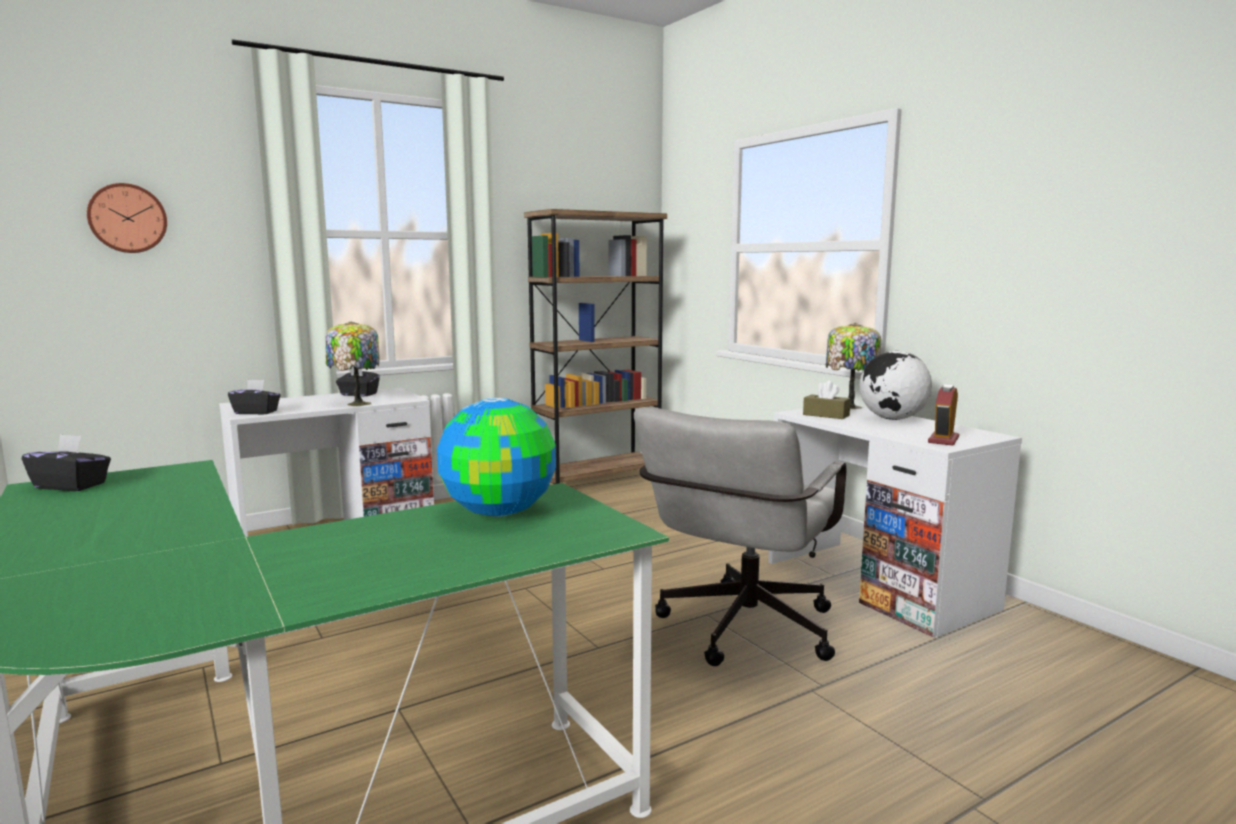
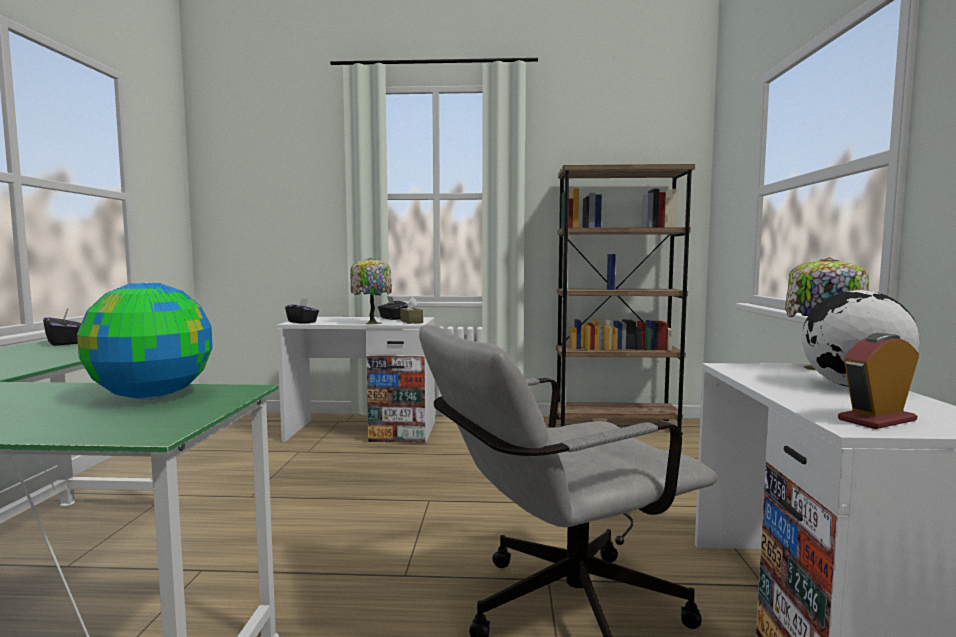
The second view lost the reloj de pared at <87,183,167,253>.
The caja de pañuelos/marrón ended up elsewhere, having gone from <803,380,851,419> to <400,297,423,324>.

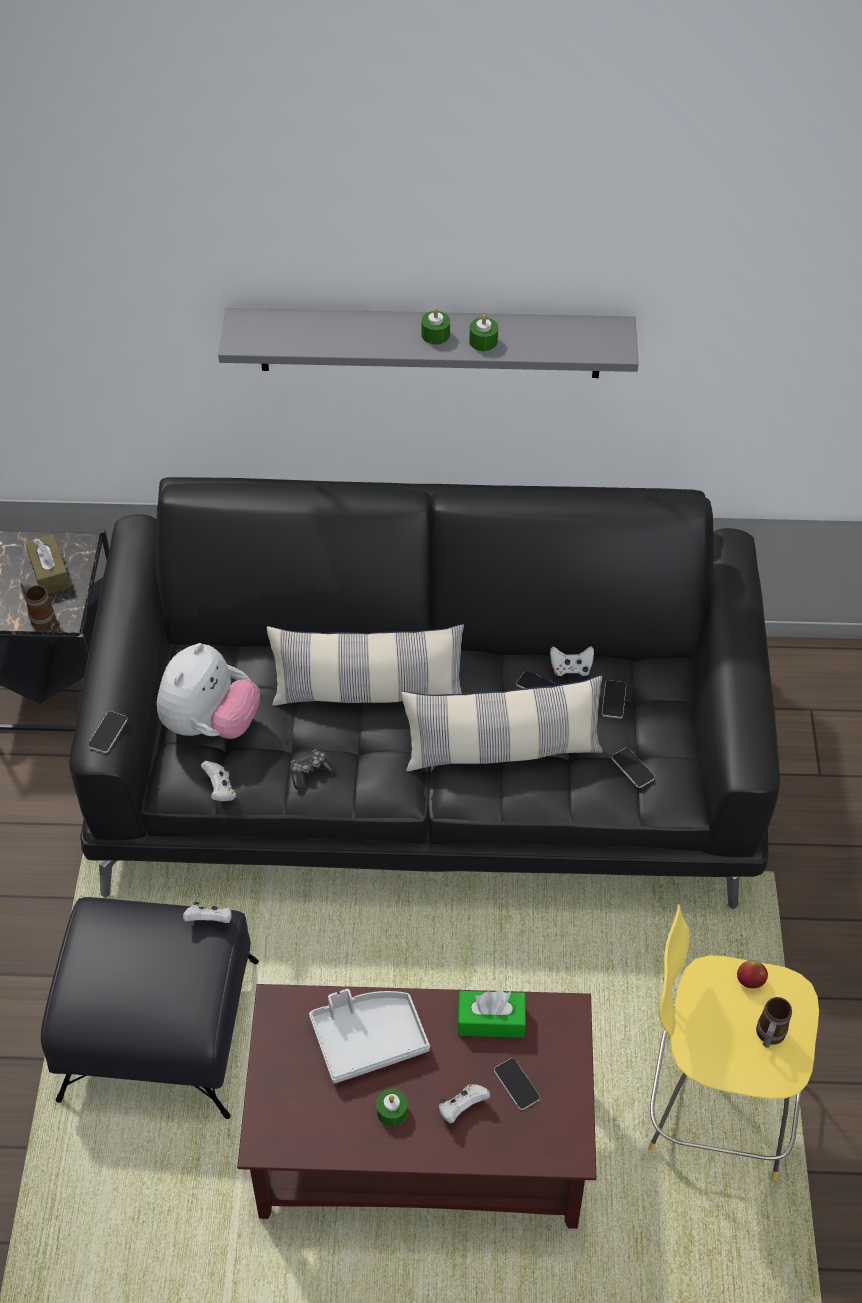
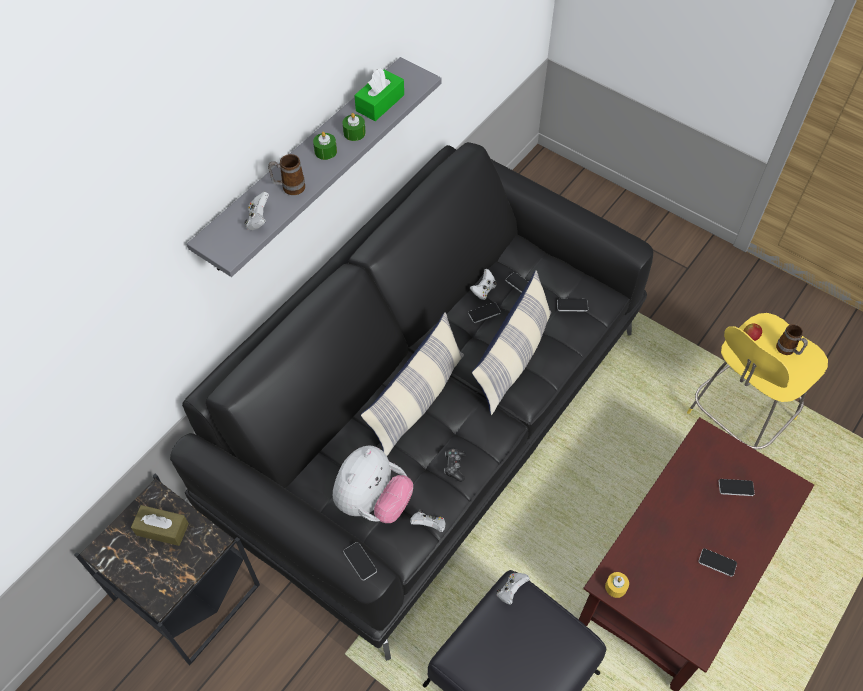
The second view lost the bandeja/gris at <309,989,430,1084>.
The second view gained the vela/amarillo at <605,572,629,598>.
The taza grande ended up elsewhere, having gone from <20,581,55,629> to <268,154,305,195>.
The mando de consola/blanco ended up elsewhere, having gone from <439,1084,490,1123> to <244,192,269,230>.
The caja de pañuelos/verde ended up elsewhere, having gone from <457,990,526,1038> to <354,68,404,121>.
Where the vela/verde stood at <376,1089,408,1127>, the móvil came to stand at <698,548,737,577>.
The peluche at <157,643,260,739> ended up facing another way, 60 degrees clockwise from before.

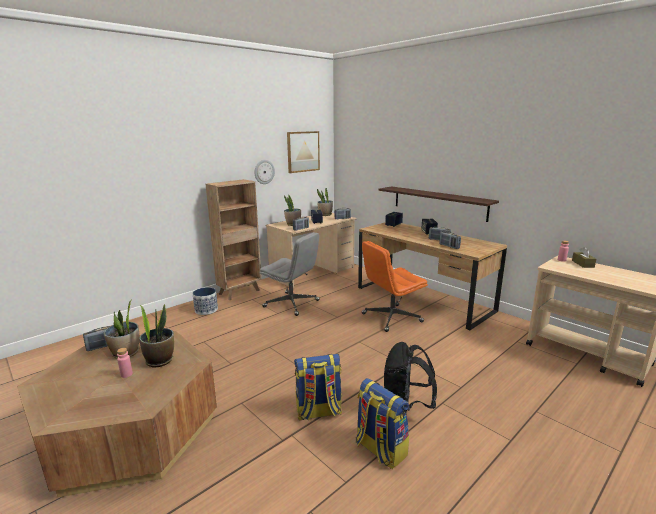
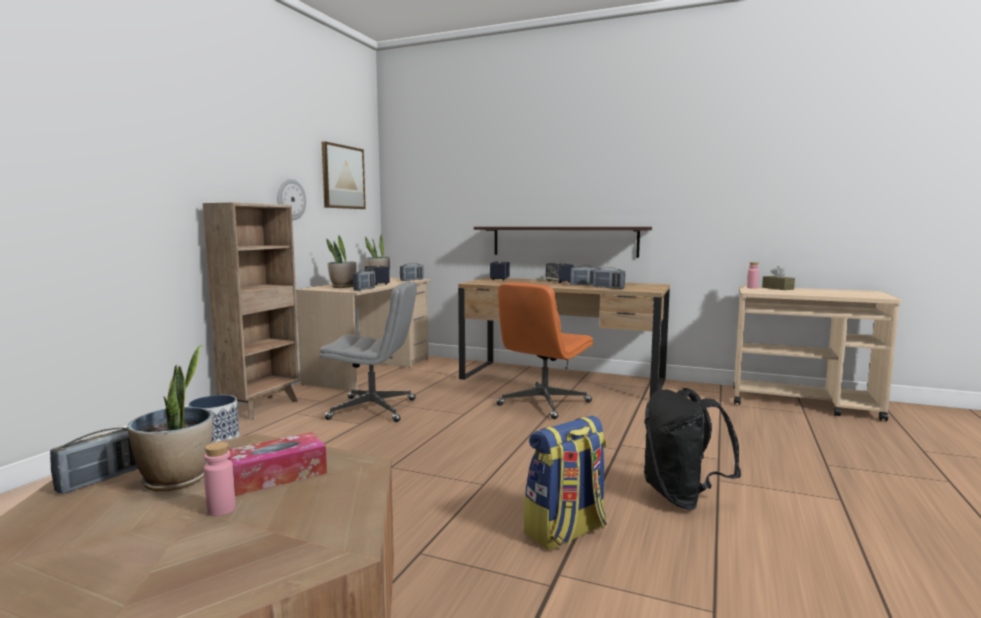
The second view lost the mochila at <356,378,409,469>.
Where the planta en maceta stood at <139,304,174,368>, the caja de pañuelos came to stand at <228,432,327,496>.

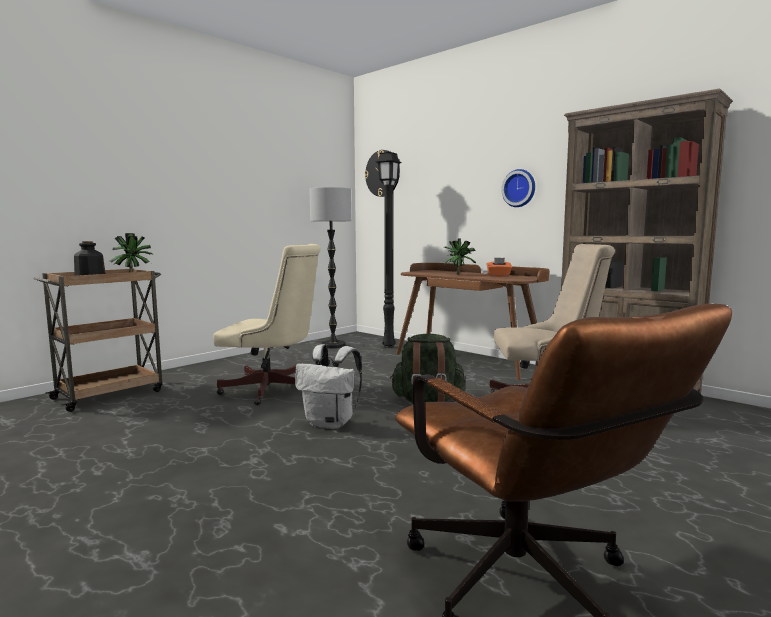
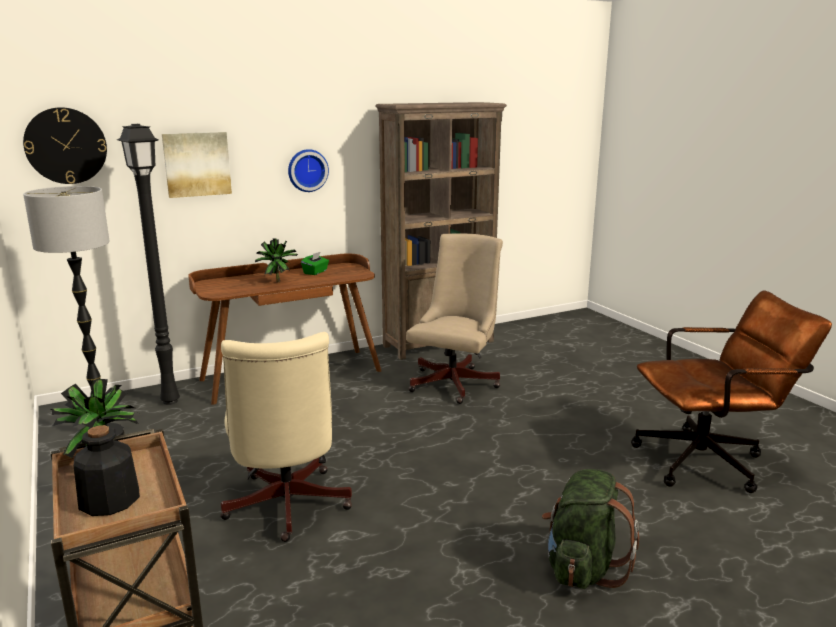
The second view lost the mochila/blanco at <295,344,362,429>.
The second view gained the cuadro at <162,132,232,198>.
The mochila/verde ended up elsewhere, having gone from <390,334,465,403> to <542,469,639,589>.
What was the caja de pañuelos/naranja at <487,258,512,277> turned into the caja de pañuelos/verde at <301,252,329,275>.
The silla de oficina/beis at <213,244,321,405> ended up facing another way, 135 degrees clockwise from before.

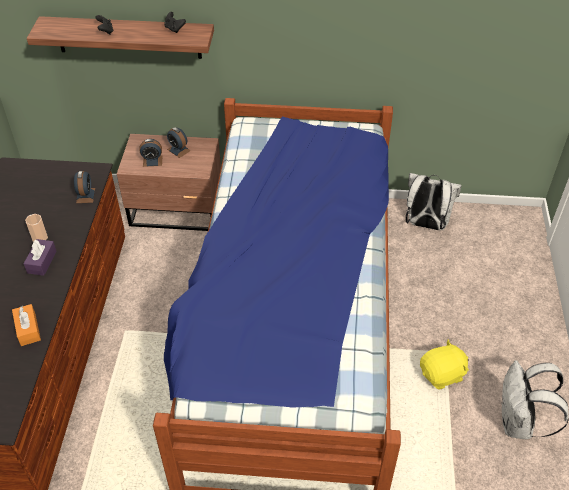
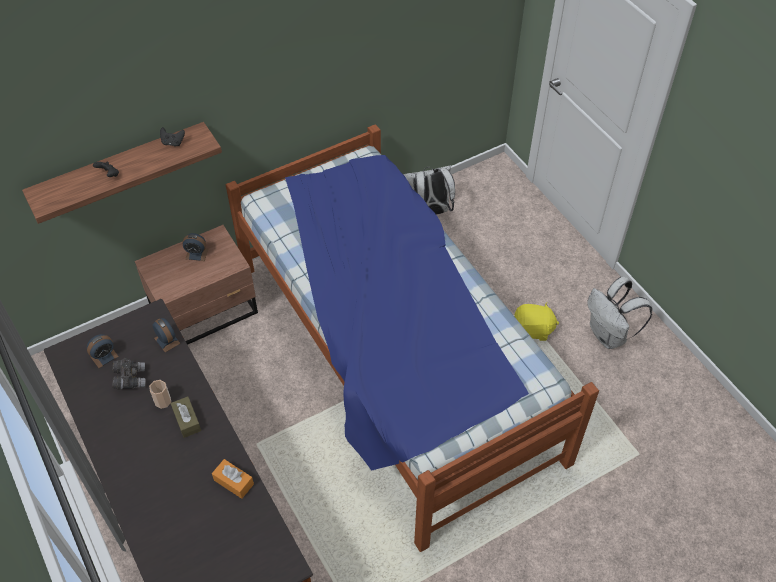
The second view gained the prismáticos/gris at <112,358,145,389>.
The despertador ended up elsewhere, having gone from <139,139,162,167> to <87,334,119,368>.
What was the caja de pañuelos/morado at <24,239,56,276> turned into the caja de pañuelos/marrón at <171,396,201,438>.
The peluche/amarillo at <420,340,469,390> ended up facing another way, 60 degrees clockwise from before.

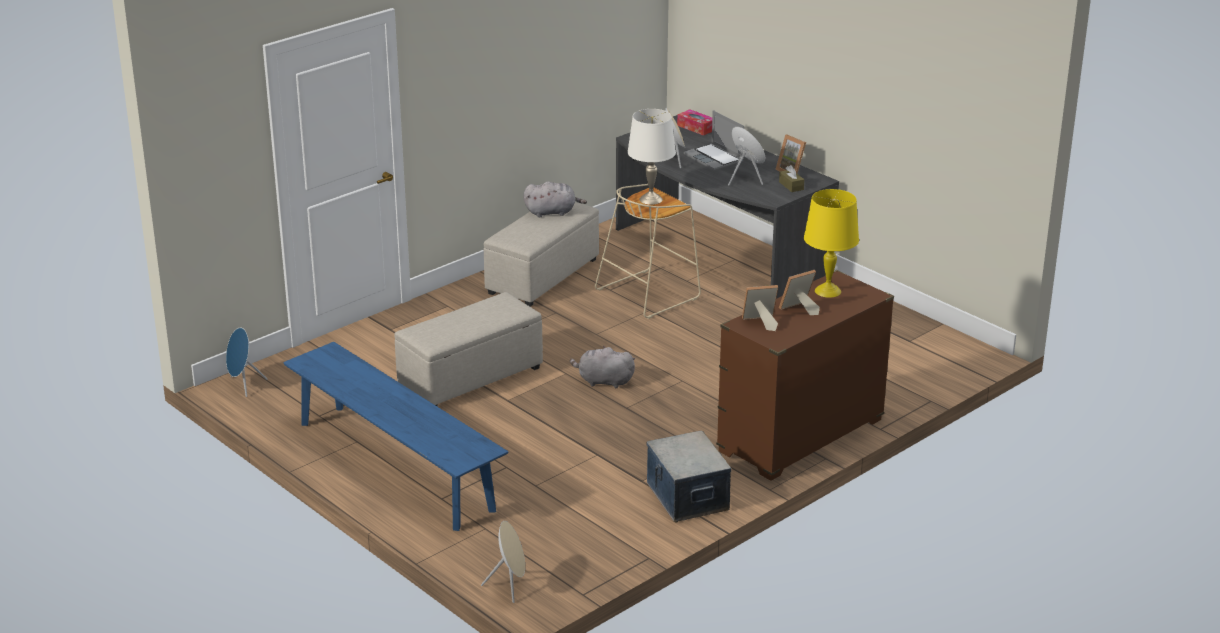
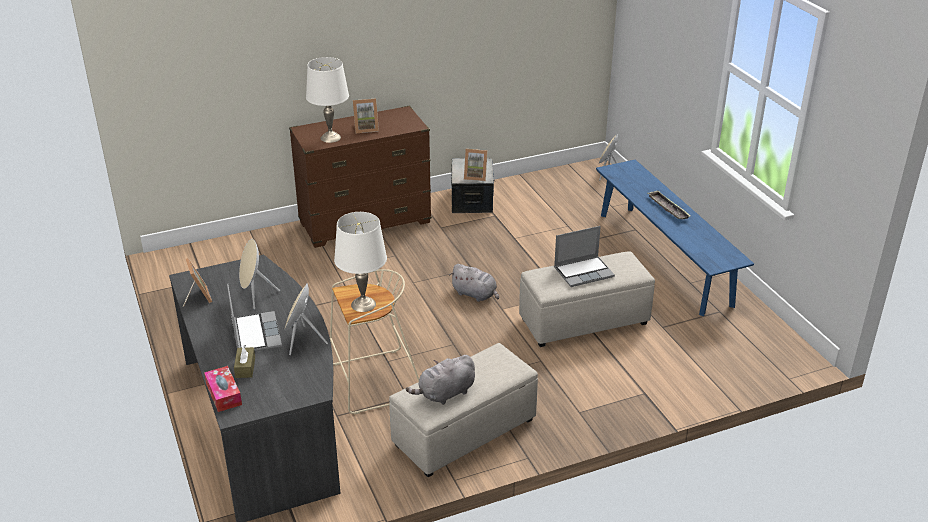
The second view lost the altavoz/azul at <226,328,267,397>.
The second view gained the portátil at <554,226,615,287>.
The second view gained the bandeja at <647,191,690,219>.
The portarretratos ended up elsewhere, having gone from <742,285,778,331> to <464,149,488,181>.
The caja de pañuelos/marrón ended up elsewhere, having gone from <779,165,804,192> to <234,345,255,378>.
What was the lámpara de mesa/amarillo at <804,189,859,298> turned into the lámpara de mesa/blanco at <306,57,349,143>.
The peluche/gris at <523,182,587,217> ended up facing another way, 45 degrees counterclockwise from before.

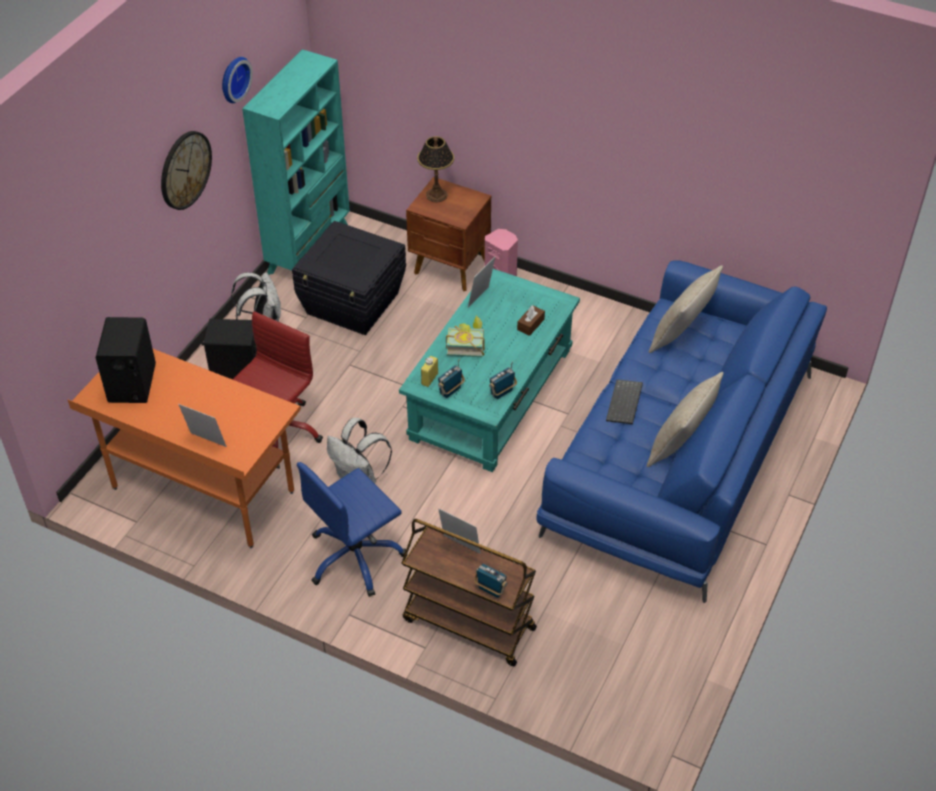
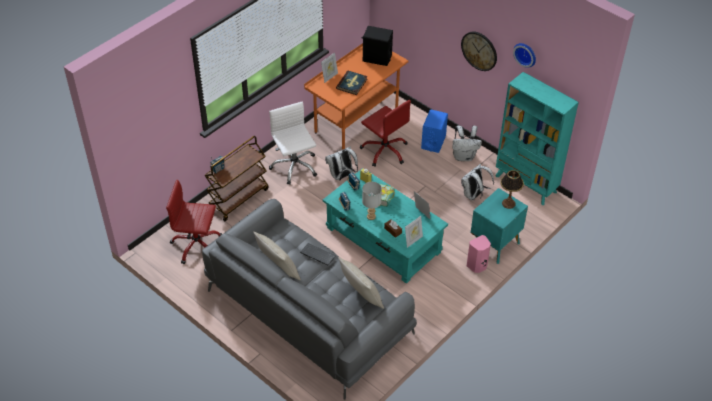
The second view gained the silla de oficina/rojo at <166,180,222,264>.
The second view gained the libro at <336,70,367,95>.
The second view gained the lámpara de mesa/gris at <362,182,382,220>.
The portarretratos ended up elsewhere, having gone from <438,508,481,554> to <405,216,423,248>.
Where the caja de almacenaje/negro stood at <292,221,406,335>, the mochila/blanco came to stand at <461,164,494,200>.
What was the altavoz/negro at <201,319,257,379> turned into the altavoz/azul at <421,109,448,153>.
What was the silla de oficina/azul at <297,462,406,597> turned into the silla de oficina/blanco at <269,101,317,185>.
What was the mesita de noche/marrón at <406,177,491,291> turned into the mesita de noche/turquesa at <470,188,528,264>.
What was the sofá/azul at <537,260,827,603> turned into the sofá/gris at <202,199,417,400>.

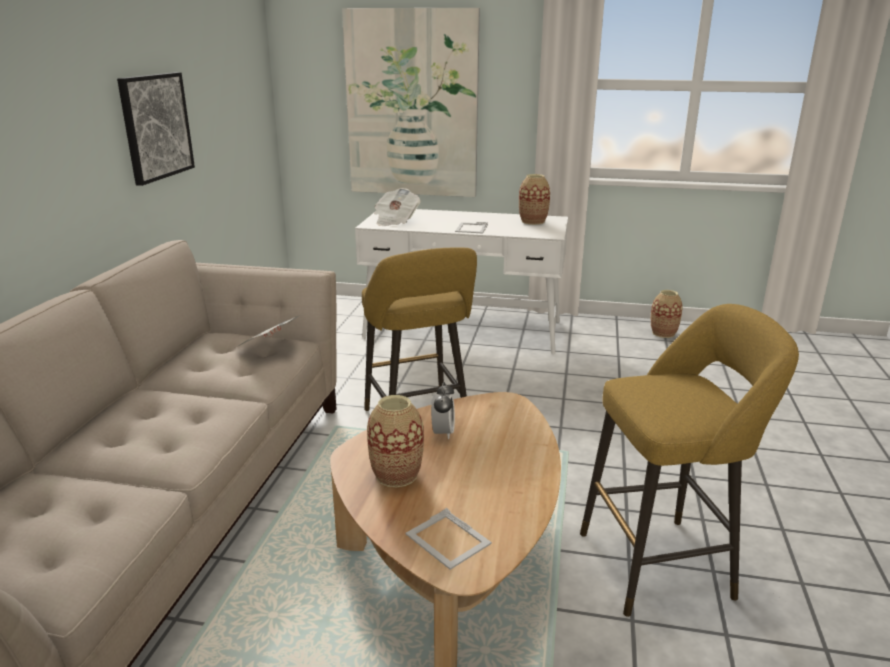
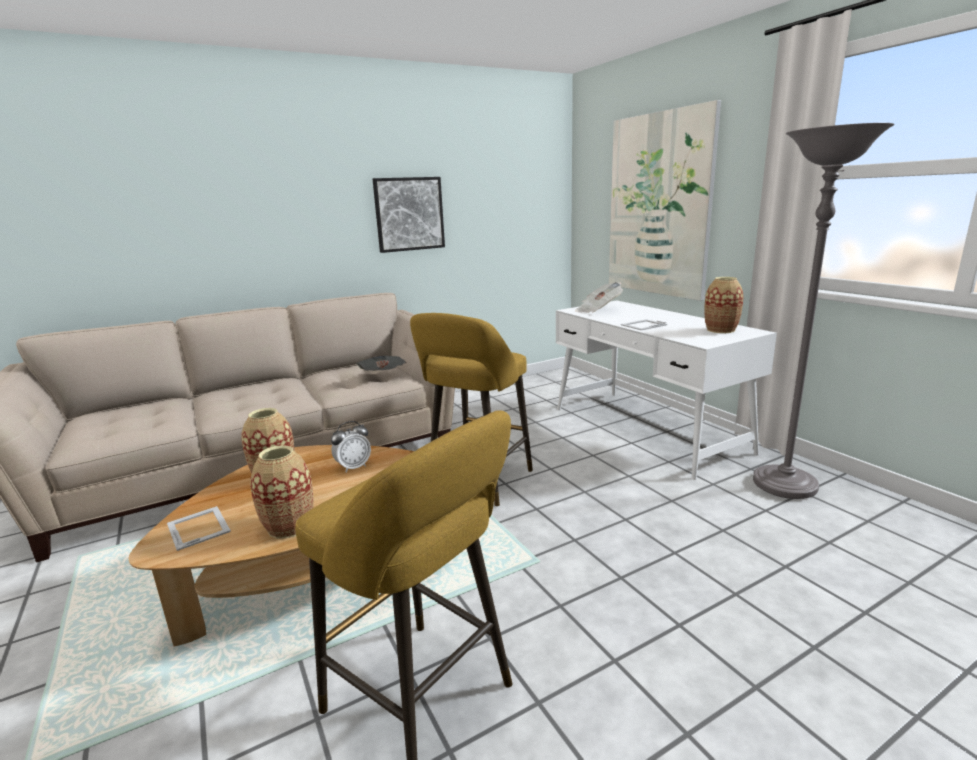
The second view gained the lámpara de pie/gris at <753,123,894,499>.
The florero ended up elsewhere, having gone from <651,290,683,338> to <250,445,314,539>.
The portarretratos at <406,508,492,570> ended up facing another way, 135 degrees clockwise from before.

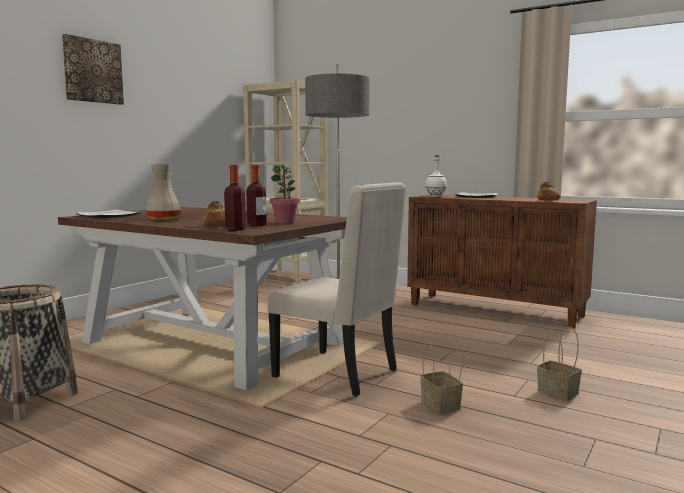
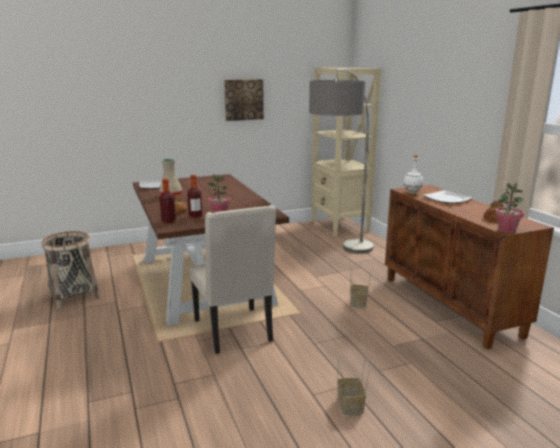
The second view gained the planta en maceta at <495,183,524,233>.
The cuadro ended up elsewhere, having gone from <62,34,124,105> to <224,79,264,121>.
The cesta ended up elsewhere, having gone from <420,337,463,413> to <350,269,371,308>.

